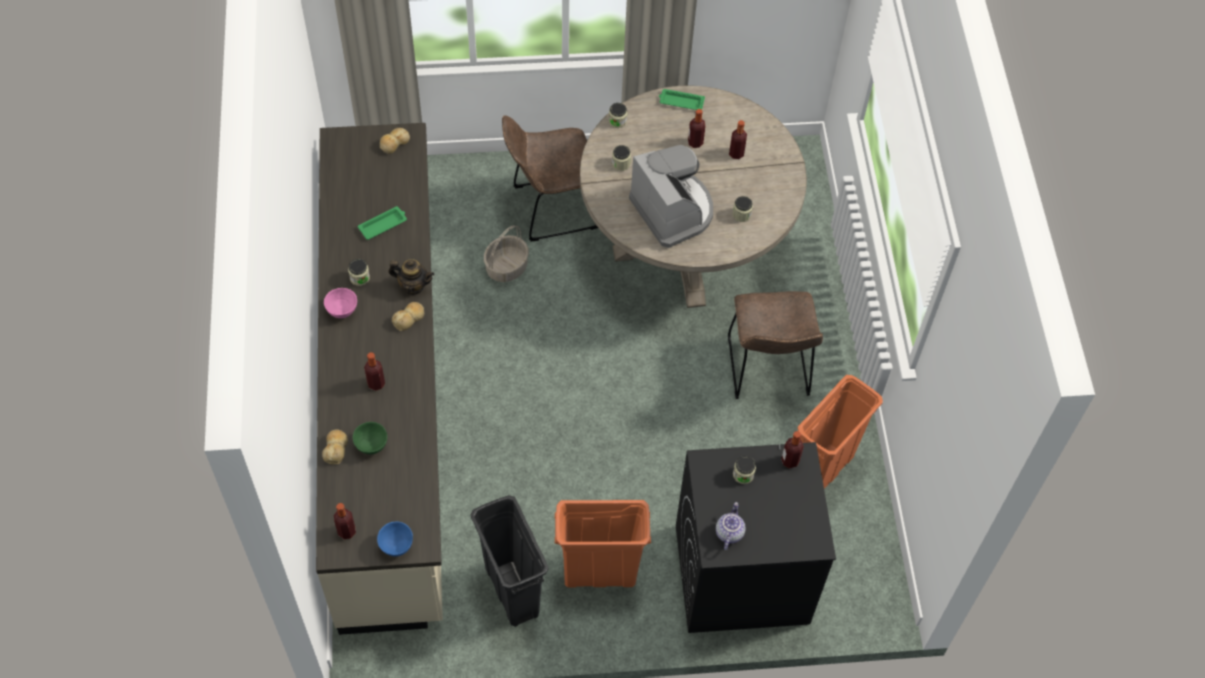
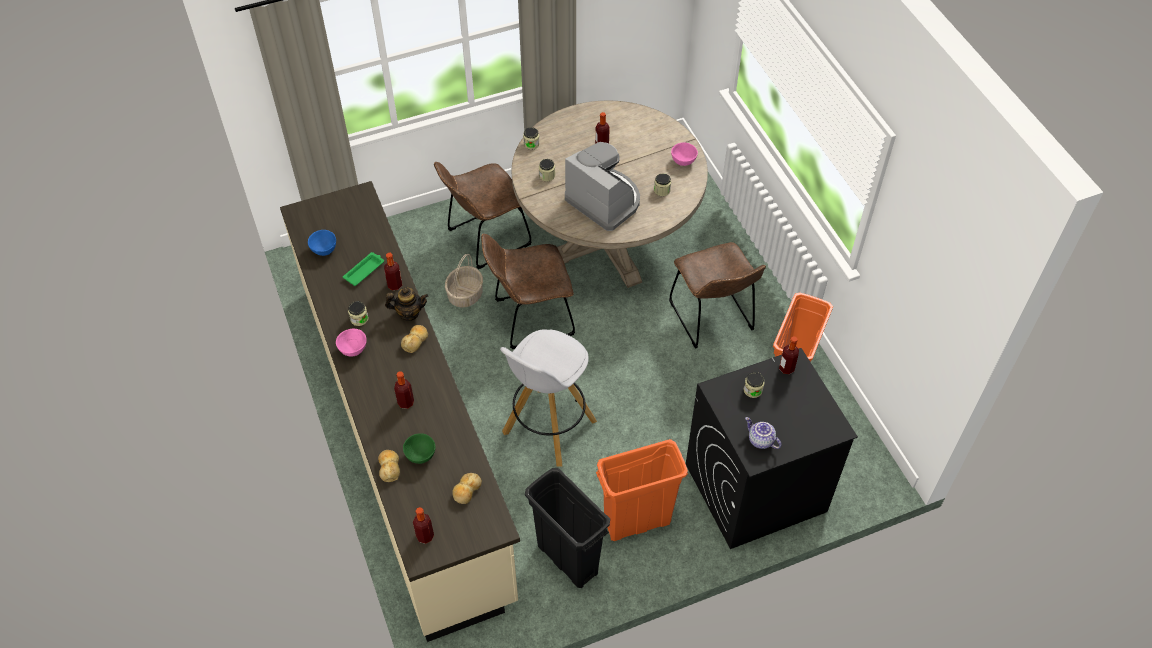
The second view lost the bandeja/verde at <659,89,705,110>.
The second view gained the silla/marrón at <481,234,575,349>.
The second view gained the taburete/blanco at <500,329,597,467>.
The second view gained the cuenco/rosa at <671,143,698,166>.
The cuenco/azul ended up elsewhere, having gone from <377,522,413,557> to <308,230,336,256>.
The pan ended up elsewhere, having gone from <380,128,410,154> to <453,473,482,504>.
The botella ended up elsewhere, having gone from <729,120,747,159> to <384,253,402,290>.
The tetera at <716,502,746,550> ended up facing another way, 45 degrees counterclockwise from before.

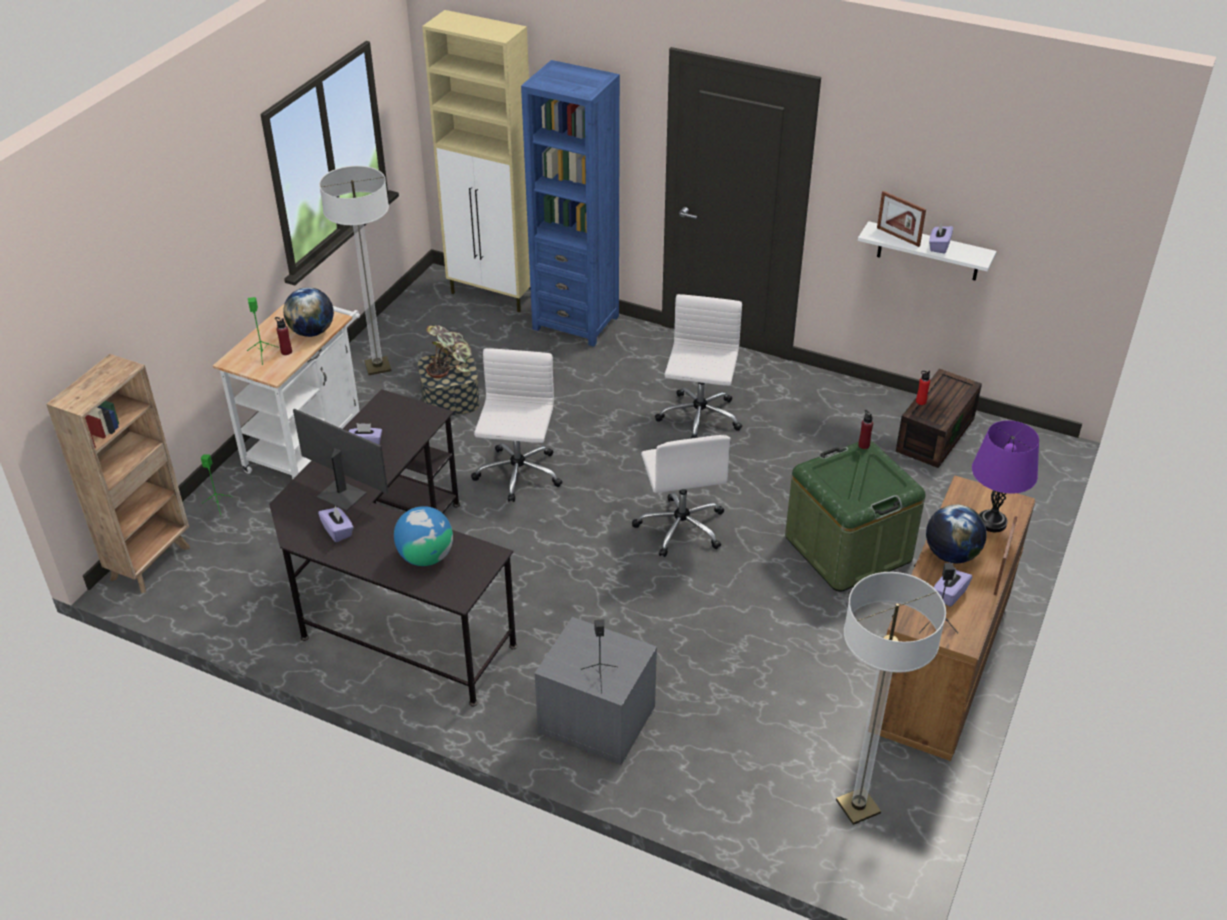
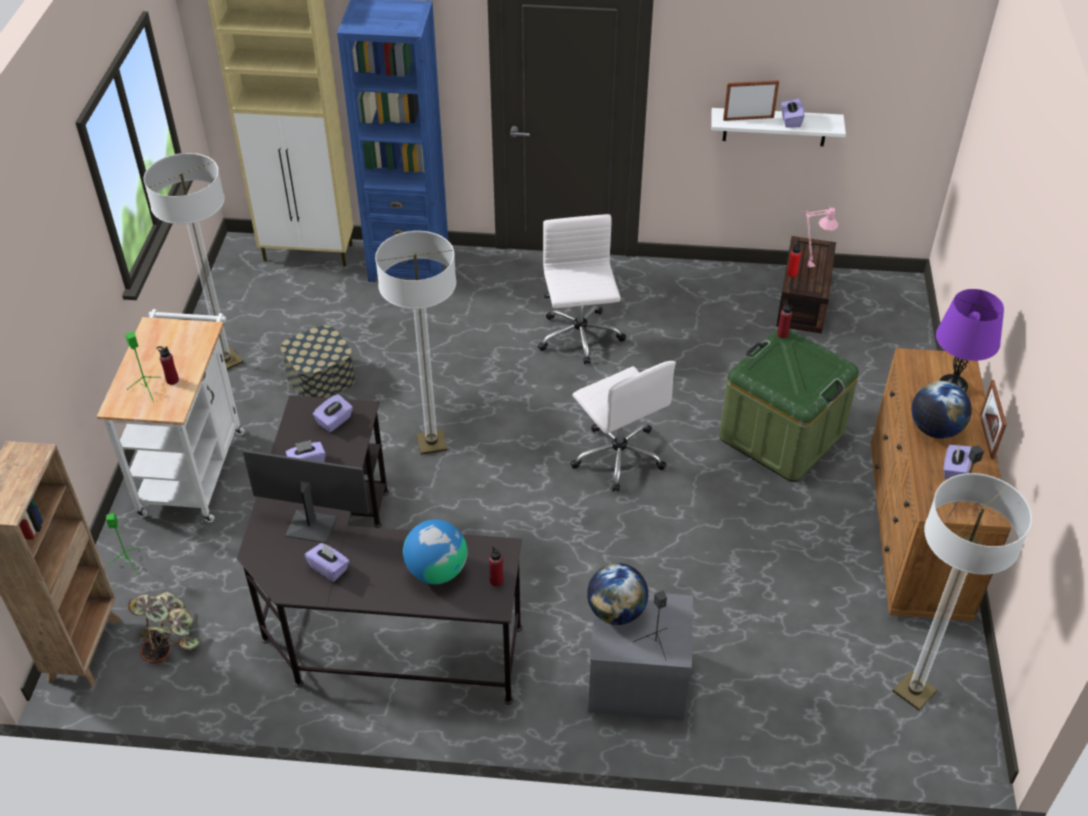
The second view gained the caja de pañuelos/morado at <313,394,353,432>.
The second view gained the botella/rojo at <489,546,504,587>.
The second view gained the lámpara de mesa/rosa at <799,207,838,268>.
The globo terráqueo ended up elsewhere, having gone from <283,287,334,337> to <587,563,648,625>.
The planta en maceta ended up elsewhere, having gone from <426,325,472,378> to <128,591,199,663>.
Where the silla de oficina/blanco stood at <471,348,562,502>, the lámpara de pie came to stand at <375,231,457,455>.
The portarretratos at <877,191,926,247> ended up facing another way, 150 degrees clockwise from before.

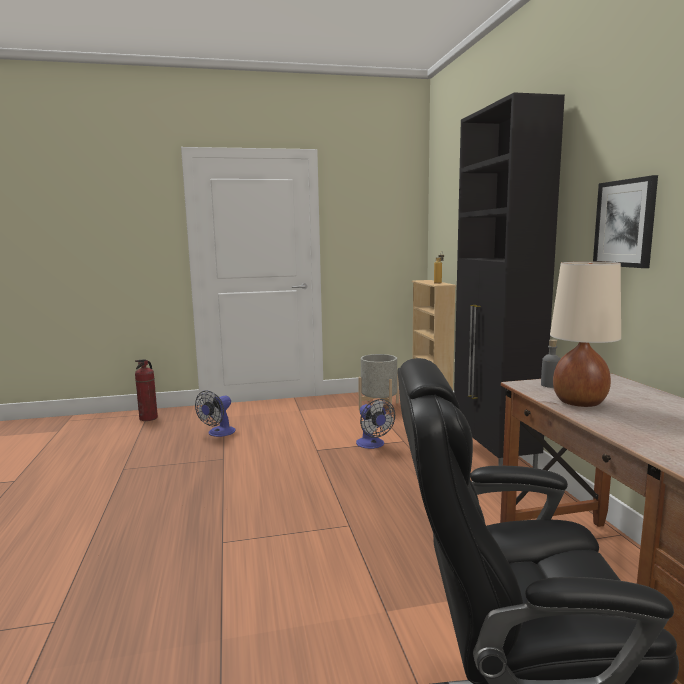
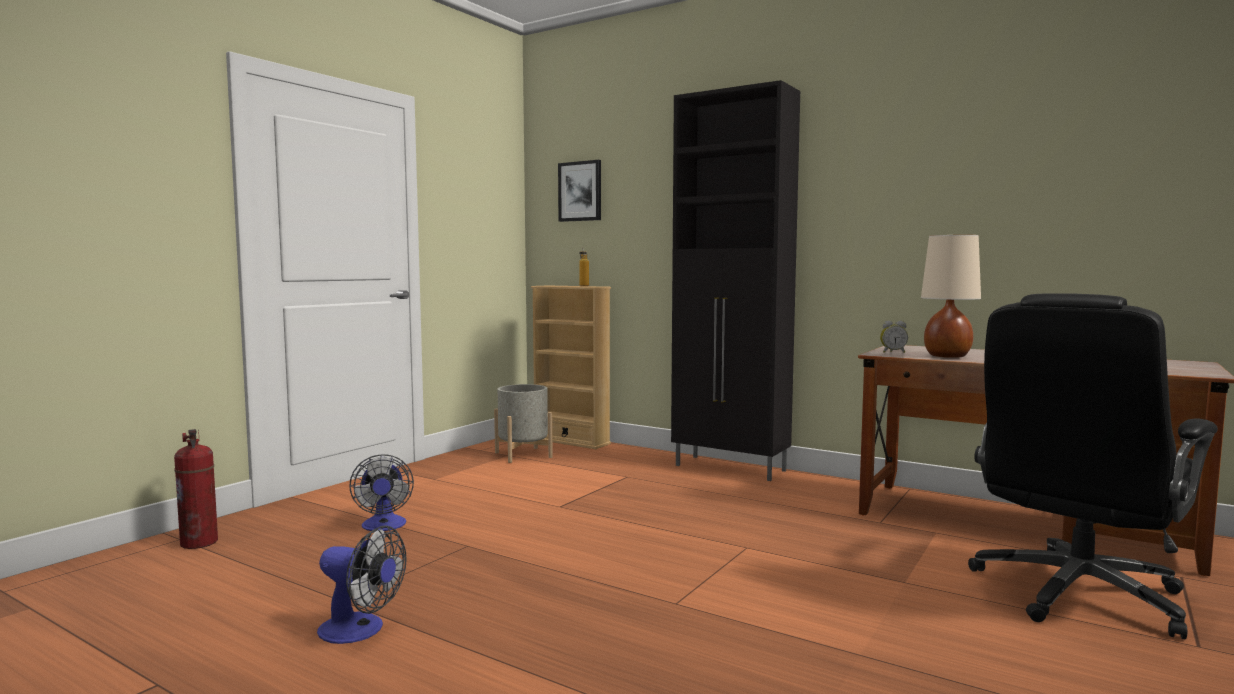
The ventilador ended up elsewhere, having gone from <356,399,395,449> to <317,525,407,644>.
The cuadro ended up elsewhere, having gone from <593,175,658,268> to <558,160,601,222>.
Where the botella/gris stood at <541,339,560,388>, the despertador came to stand at <880,321,908,353>.

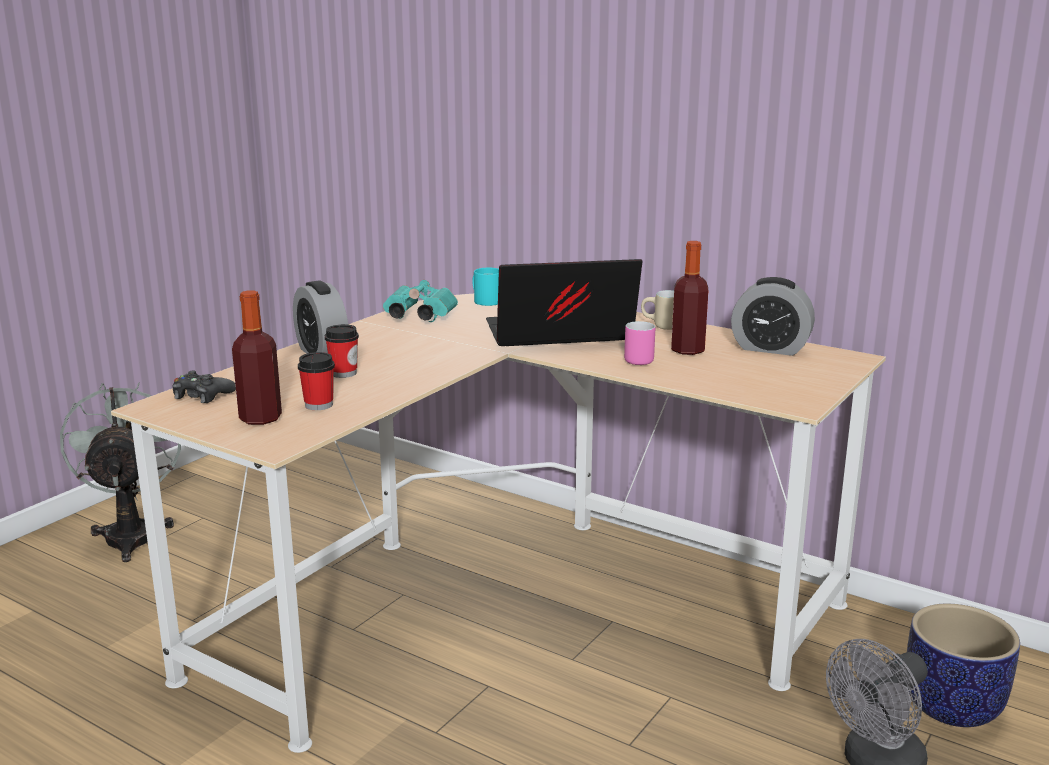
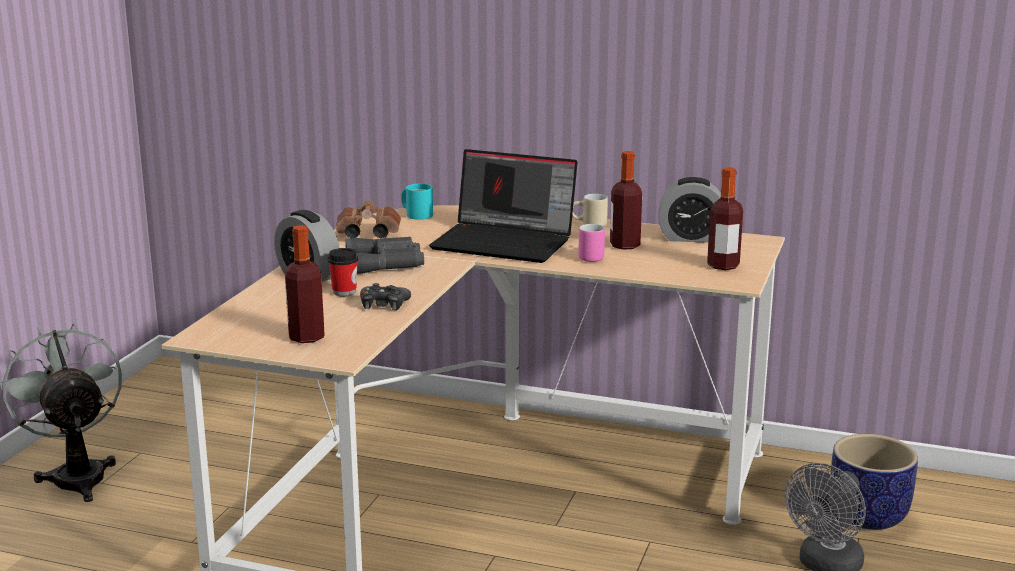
The second view lost the taza at <298,352,335,410>.
The second view gained the prismáticos/gris at <345,237,424,274>.
The second view gained the botella at <707,167,743,270>.
The mando de consola/negro ended up elsewhere, having gone from <173,371,236,403> to <360,283,411,310>.
What was the prismáticos/turquesa at <383,280,458,322> turned into the prismáticos/marrón at <336,200,401,239>.
The portátil at <486,259,643,346> ended up facing another way, 135 degrees counterclockwise from before.

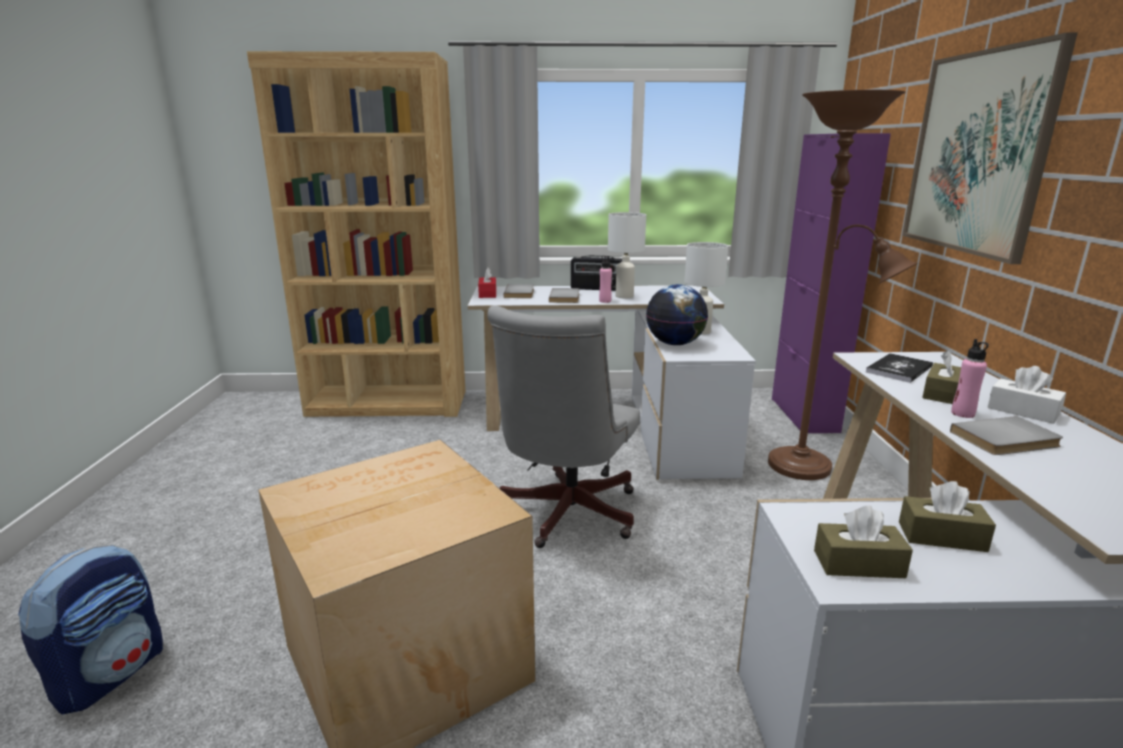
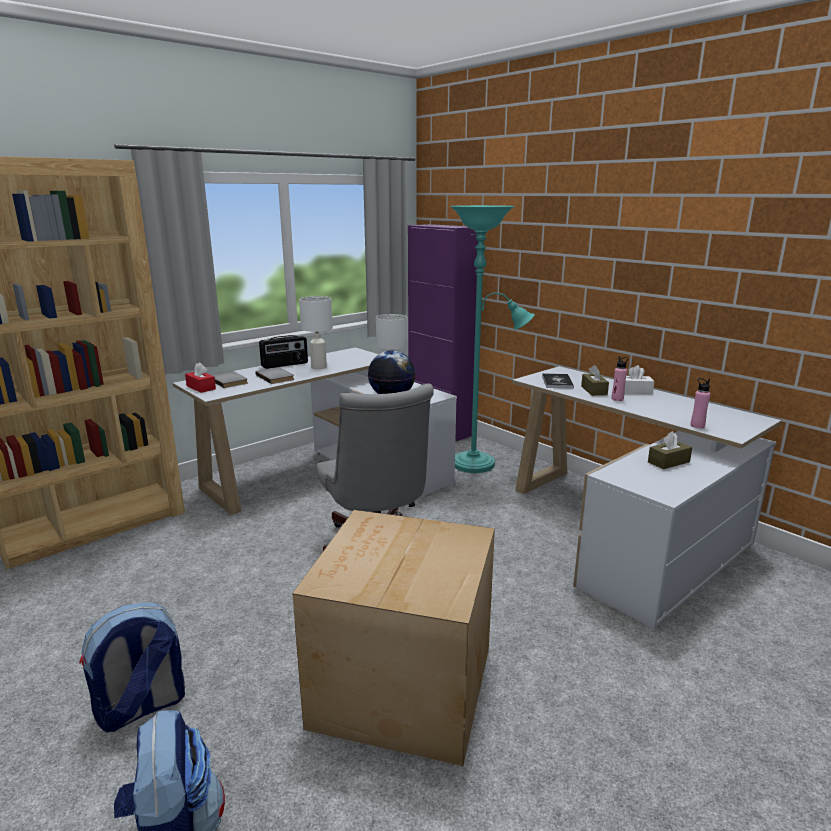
The second view lost the caja de pañuelos/marrón at <814,506,913,578>.
The second view lost the cuadro at <902,33,1077,264>.
The second view lost the libro/gris at <950,416,1063,455>.
The second view gained the mochila at <79,602,185,733>.
The botella/rosa ended up elsewhere, having gone from <599,256,612,303> to <691,378,710,428>.
What was the lámpara de pie/marrón at <768,90,917,480> turned into the lámpara de pie/turquesa at <450,205,535,473>.

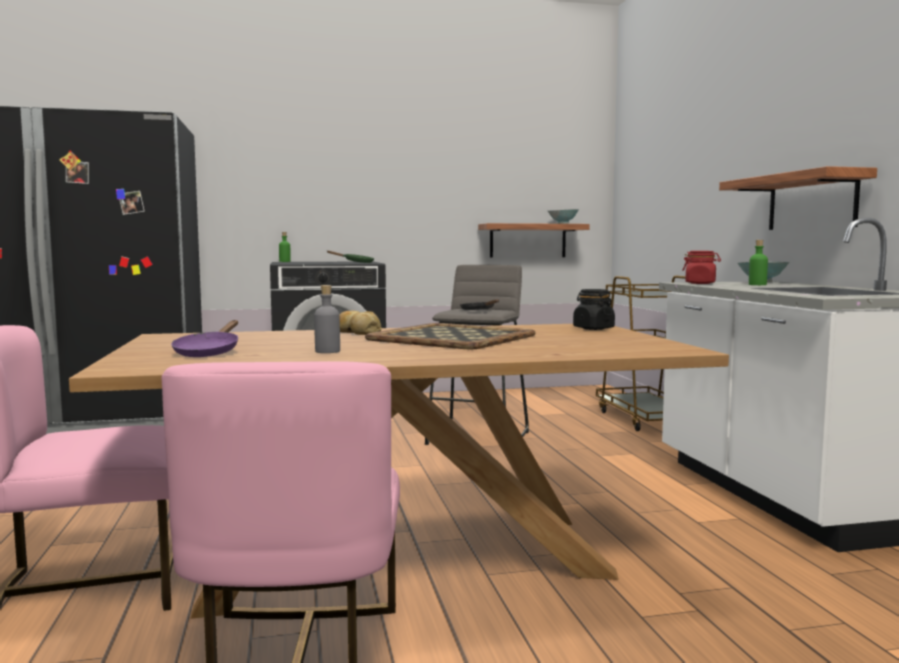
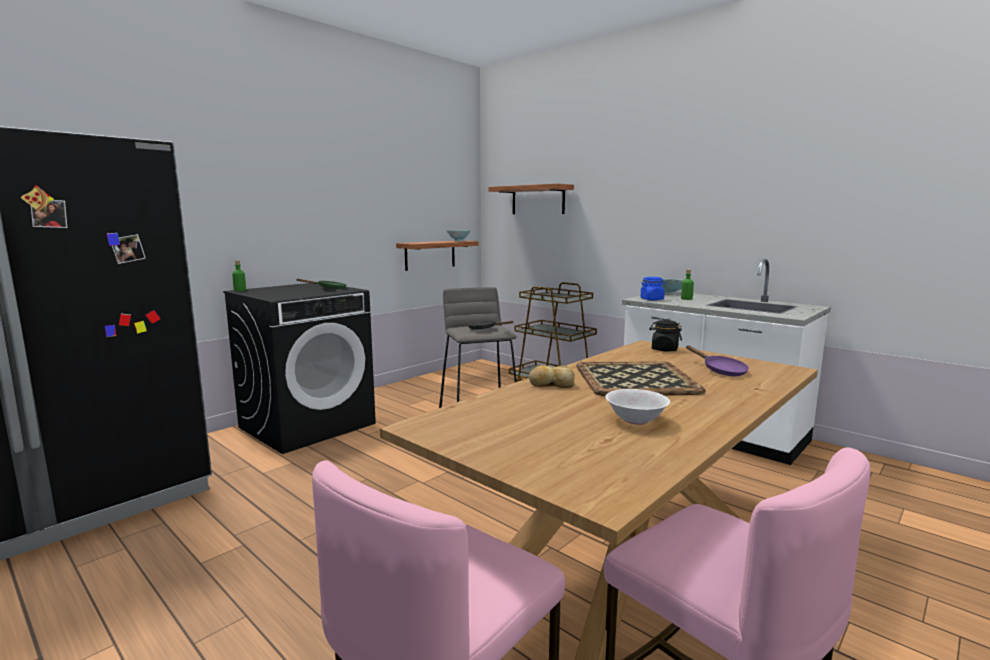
The sartén/morado ended up elsewhere, having gone from <171,320,238,357> to <686,346,749,376>.
The estante ended up elsewhere, having gone from <719,166,877,230> to <488,183,574,214>.
Where the botella/gris stood at <314,285,340,353>, the cuenco/blanco came to stand at <605,389,670,425>.
What was the tarro/rojo at <682,251,721,284> turned into the tarro/azul at <640,277,666,301>.

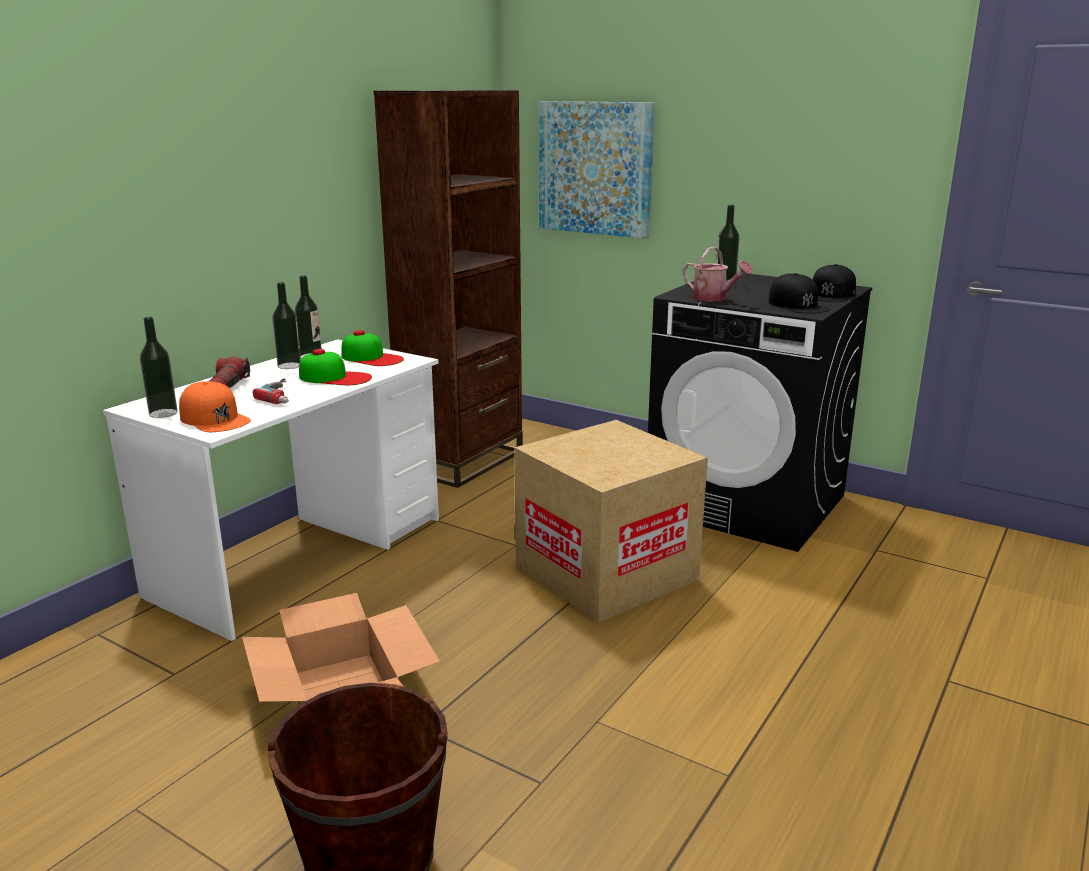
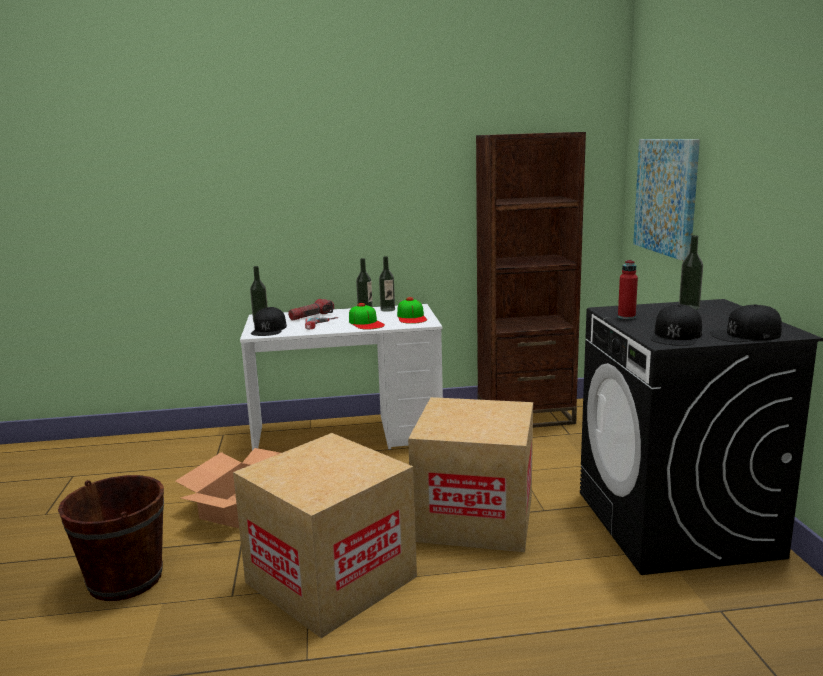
The second view gained the caja de cartón at <233,433,417,638>.
Where the regadera stood at <683,247,753,301>, the botella/rojo came to stand at <618,260,638,319>.
What was the gorra/naranja at <179,381,251,432> turned into the gorra/negro at <251,307,287,336>.

